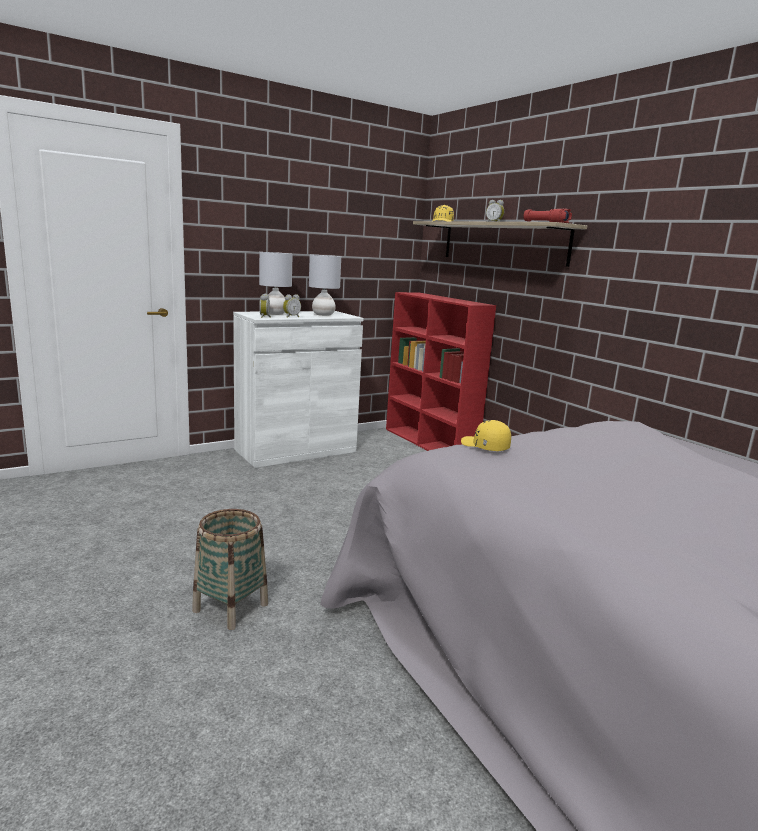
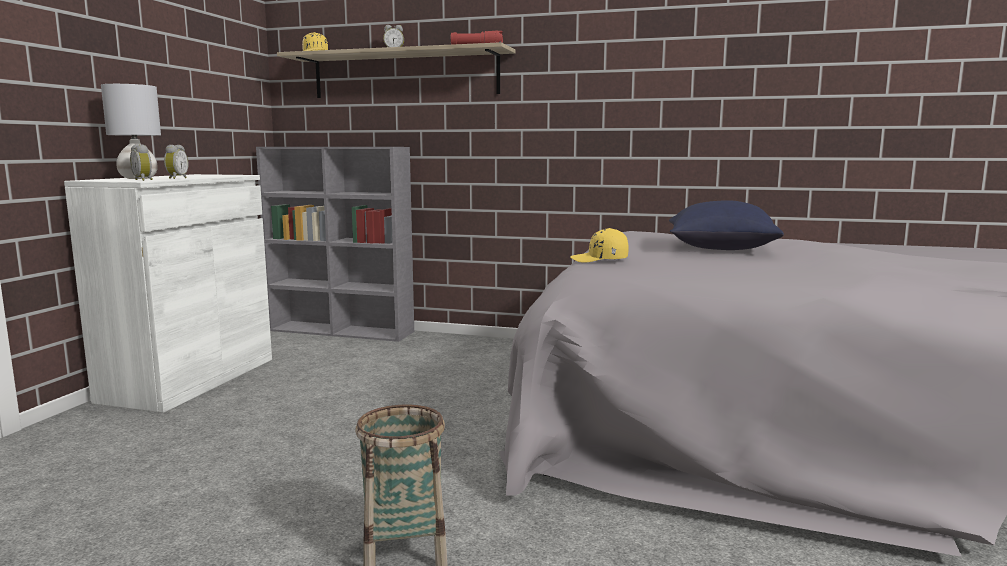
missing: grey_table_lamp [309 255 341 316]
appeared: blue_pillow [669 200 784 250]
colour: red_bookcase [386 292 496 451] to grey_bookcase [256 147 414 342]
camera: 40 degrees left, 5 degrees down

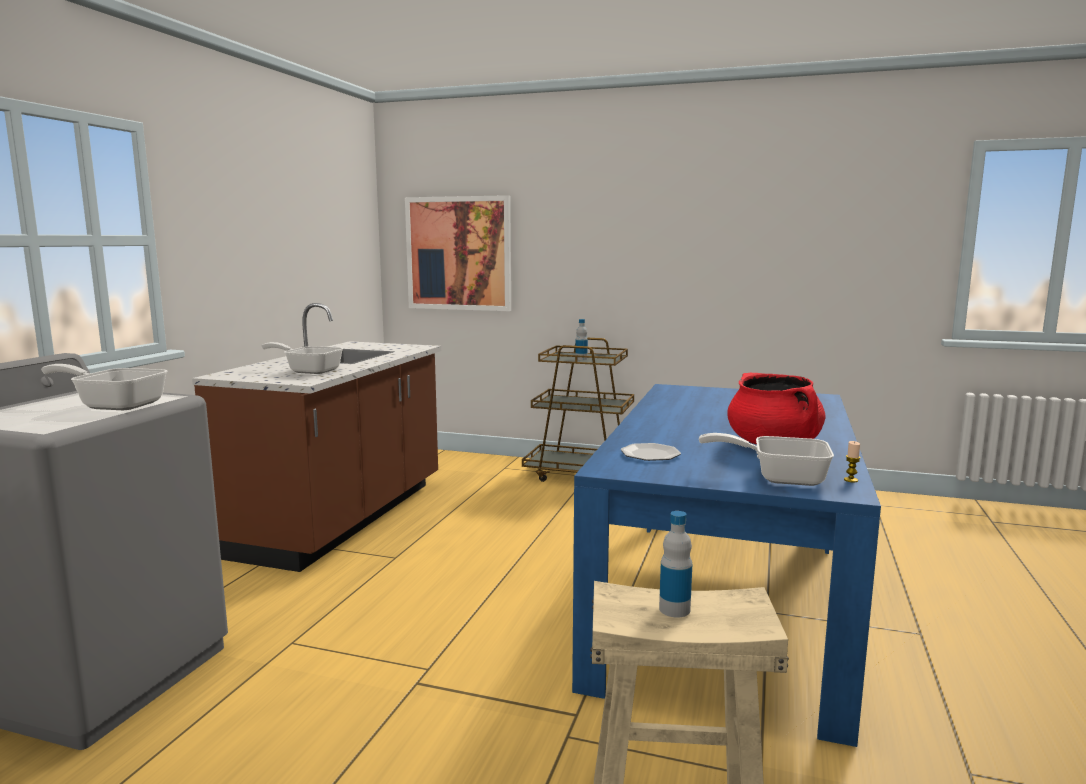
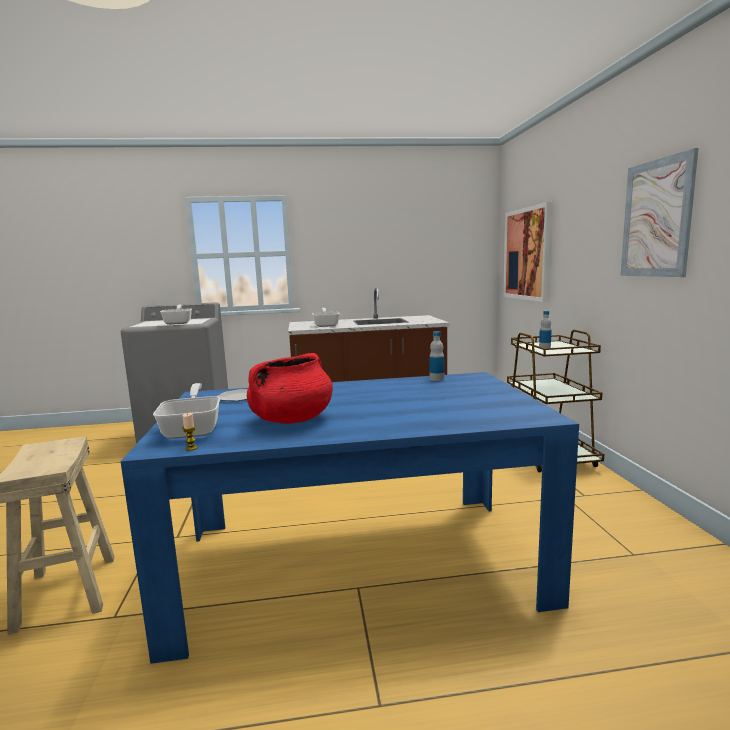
appeared: picture [620 148 699 277]
relocated: bottle [659 511 692 618] to [429 331 444 381]
camera: 65 degrees right, 0 degrees up

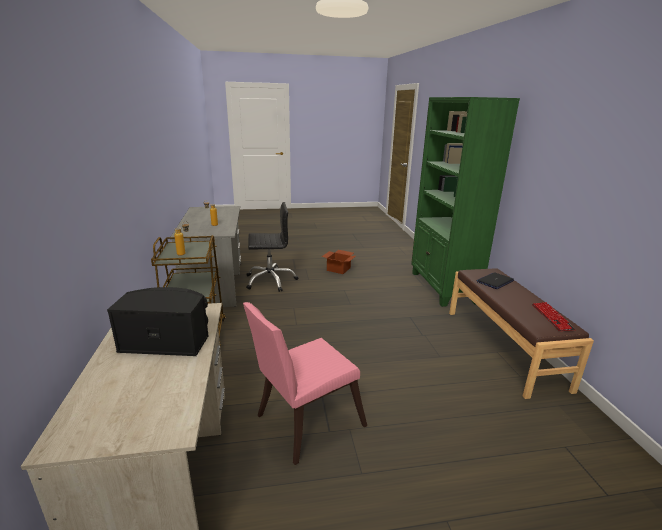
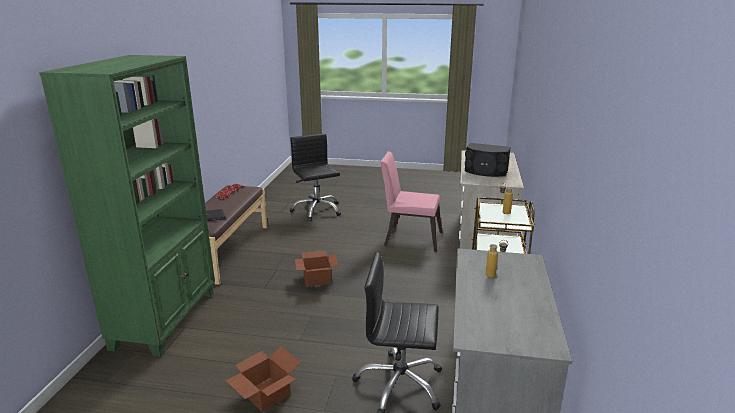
appeared: black_office_chair [290 133 341 221]; cardboard_box [295 250 339 287]
spun: pink_chair [243 302 367 465] = [380 151 442 252] 150 degrees counterclockwise
camera: 160 degrees left, 0 degrees up

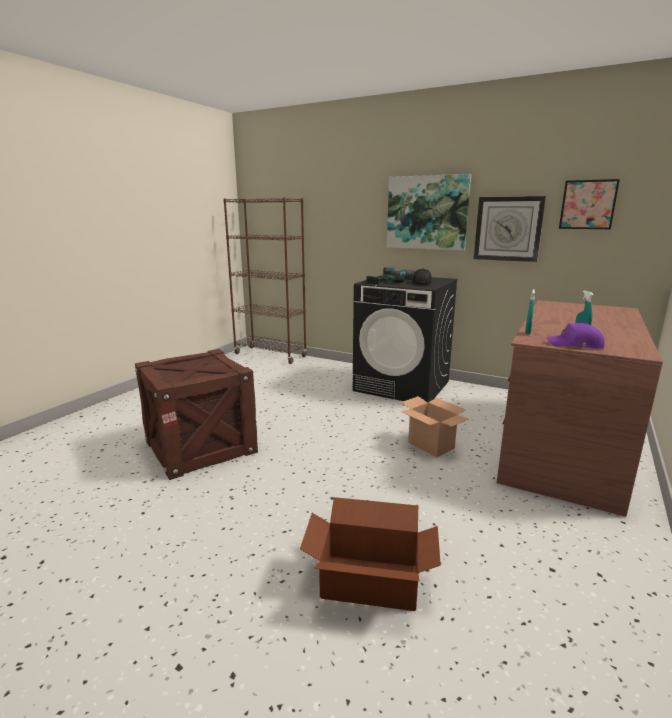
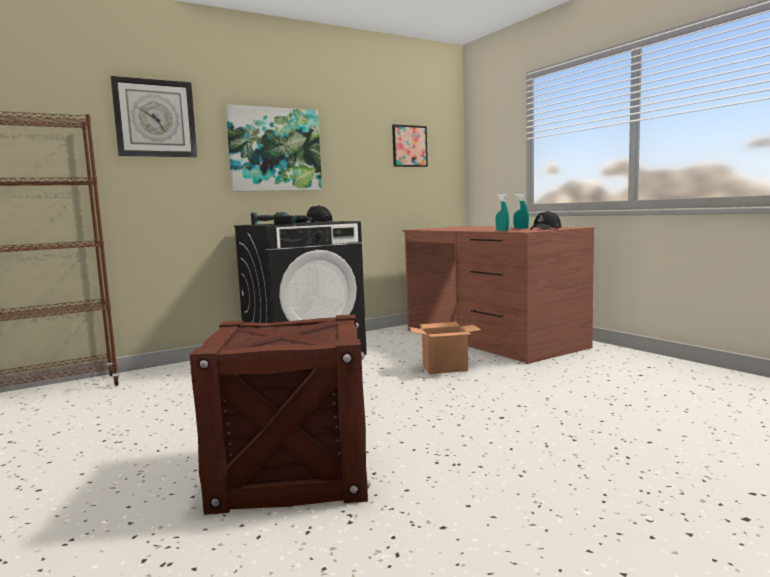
missing: cardboard_box [300 497 441 611]
relocated: wall_clock [474 196 546 262] to [111 76 197 157]
colour: purple_cap [546 323 604 349] to black_cap [530 211 561 230]
camera: 60 degrees left, 10 degrees down

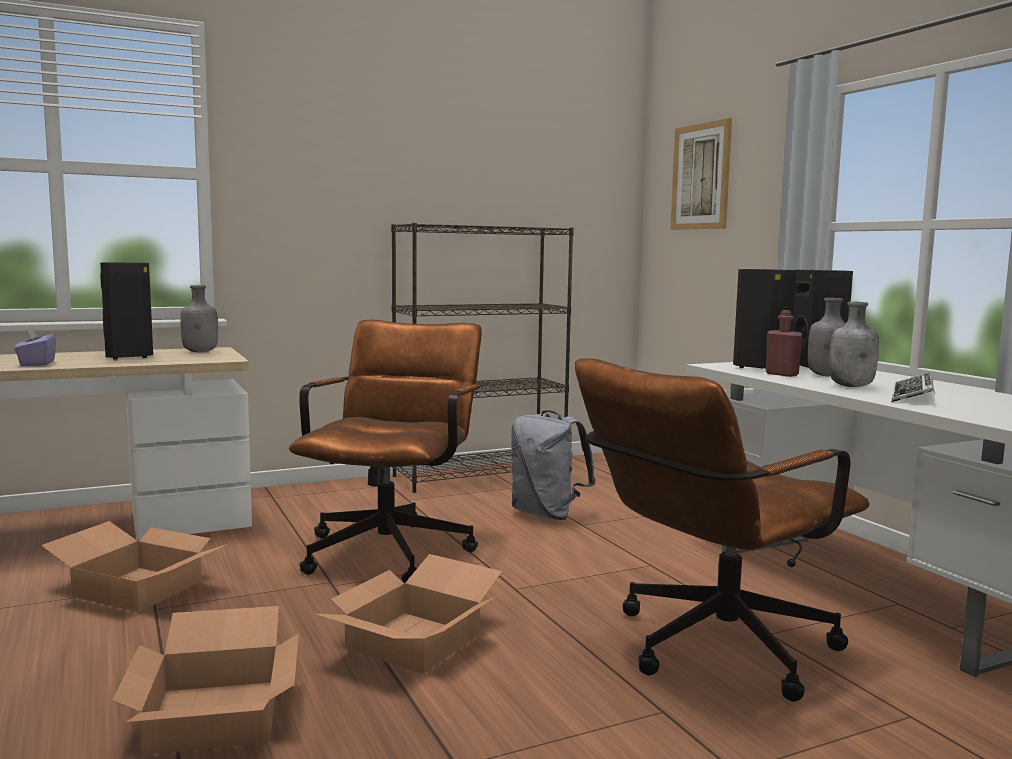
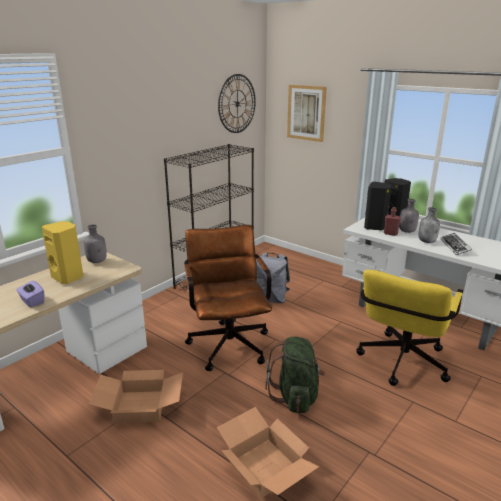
appeared: wall_clock [218 74 256 133]
exchanged: cardboard_box [315 554 502 674] to green_backpack [265 337 325 413]
colour: black_speaker [100 262 153 360] to yellow_speaker [42 221 83 284]; brown_office_chair [575 358 870 702] to yellow_office_chair [356 270 463 386]
camera: 25 degrees left, 15 degrees up

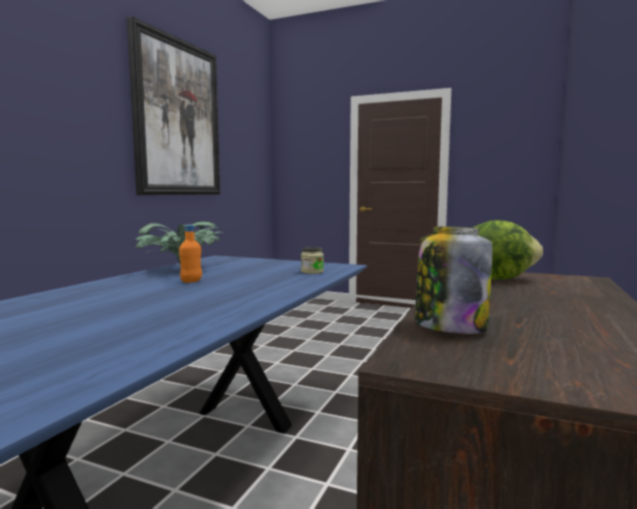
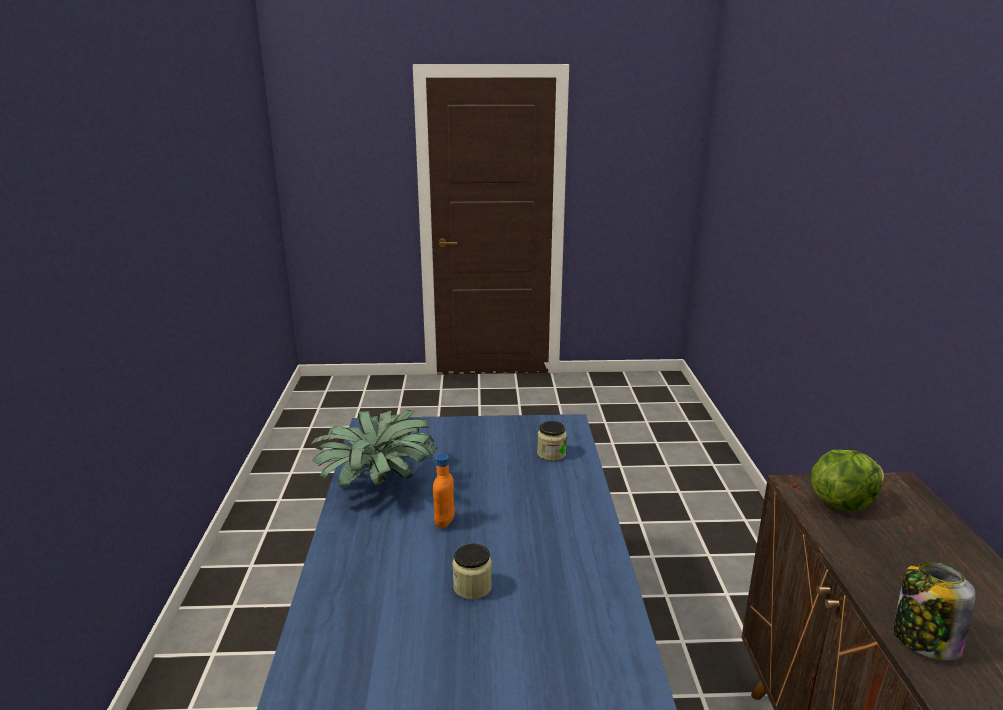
missing: picture [127 17 220 195]
appeared: jar [452 543 492 600]
camera: 25 degrees left, 15 degrees up

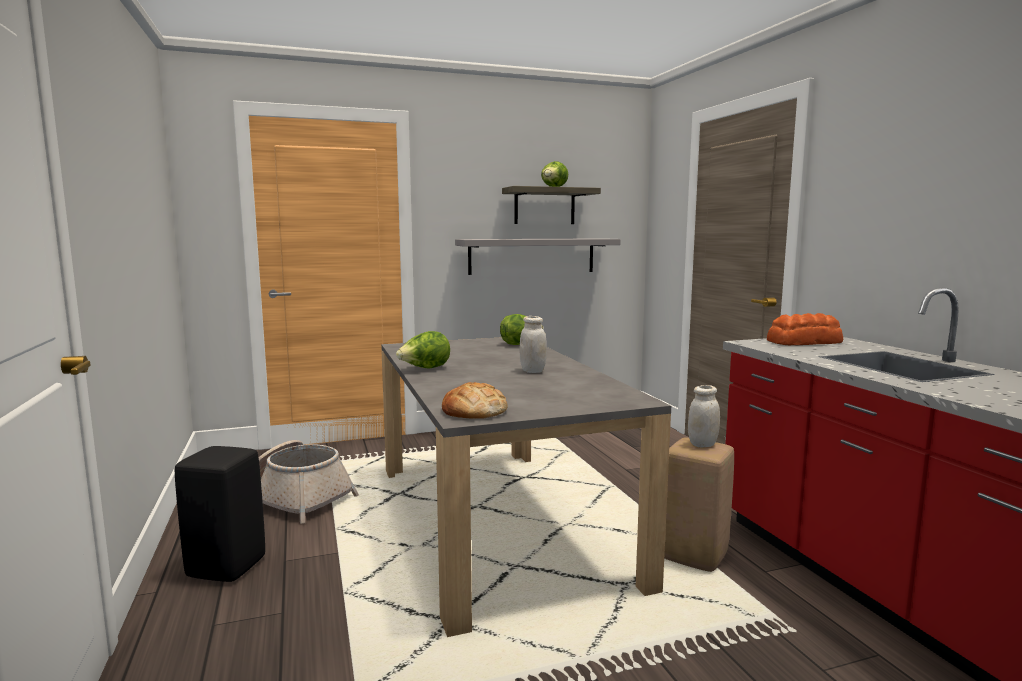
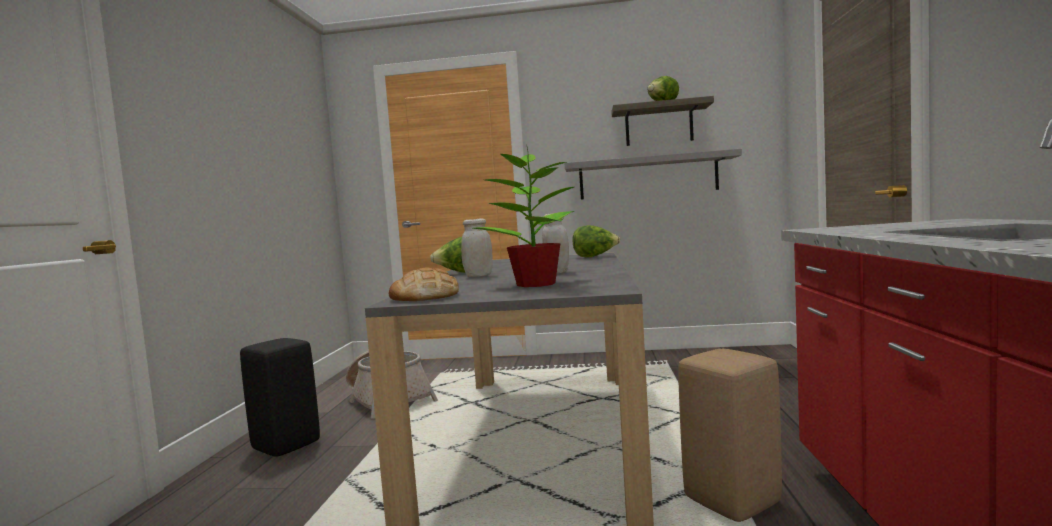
missing: bread [767 313 843 345]
appeared: potted_plant [473 148 574 287]
relocated: white_jar [688 385 720 448] to [461 218 493 277]
camera: 25 degrees right, 5 degrees down

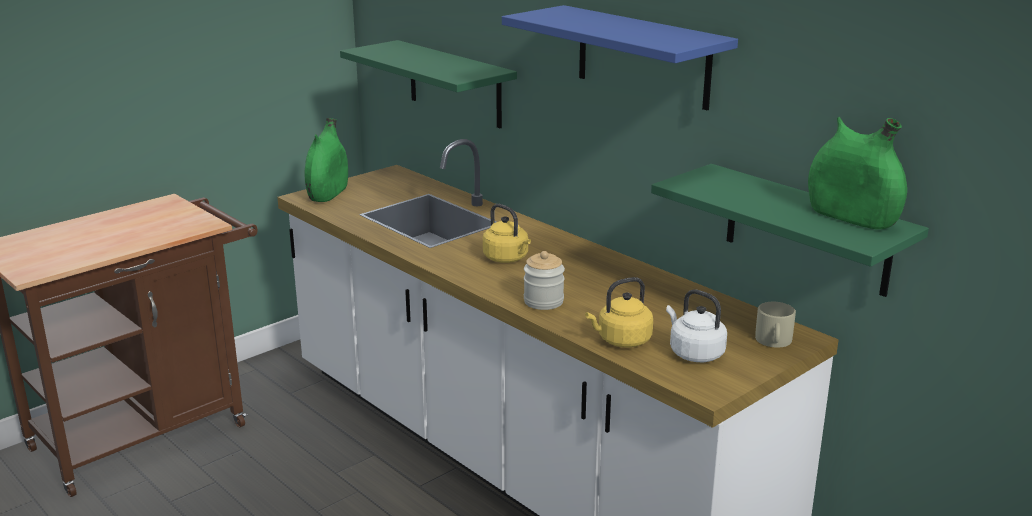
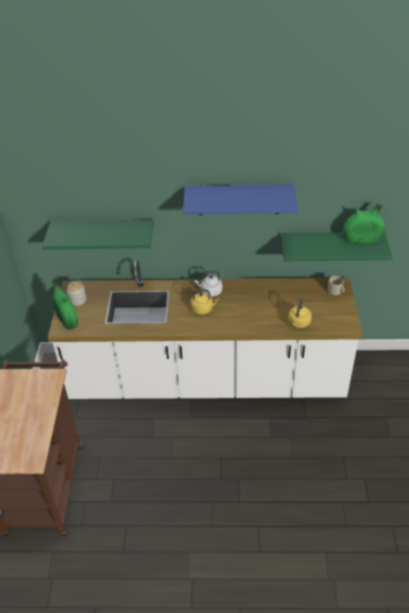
relocated: jar [524 251 565 310] to [67 281 87 306]; white_kettle [666 289 727 362] to [194 271 222 297]
camera: 45 degrees left, 20 degrees up

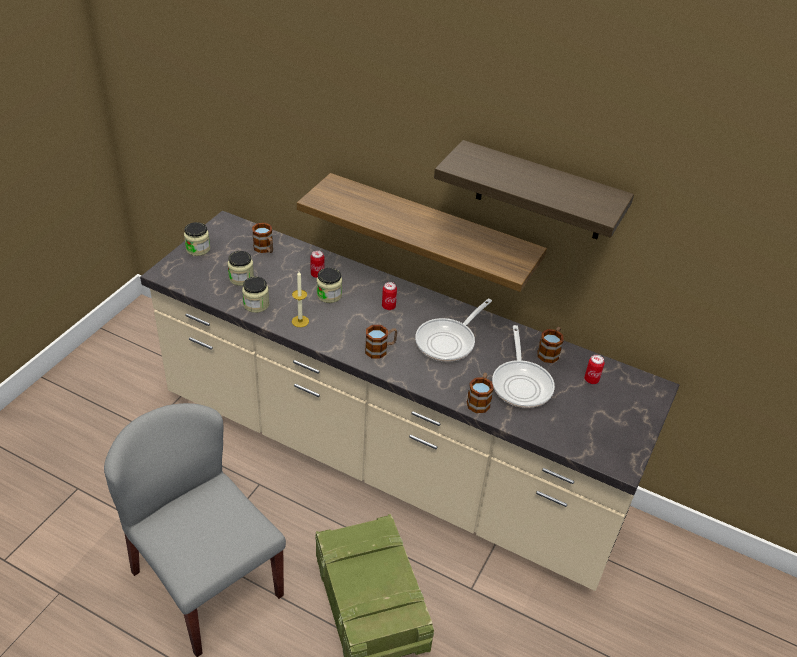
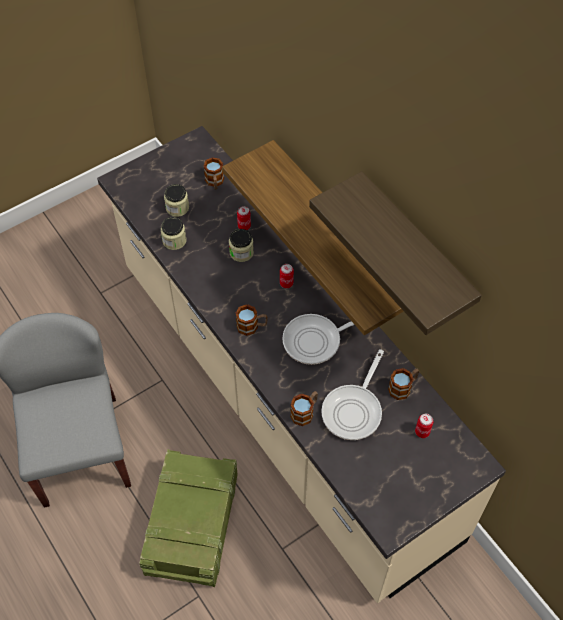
missing: jar [184 222 210 256]; candle [292 272 309 327]
camera: 30 degrees right, 15 degrees up

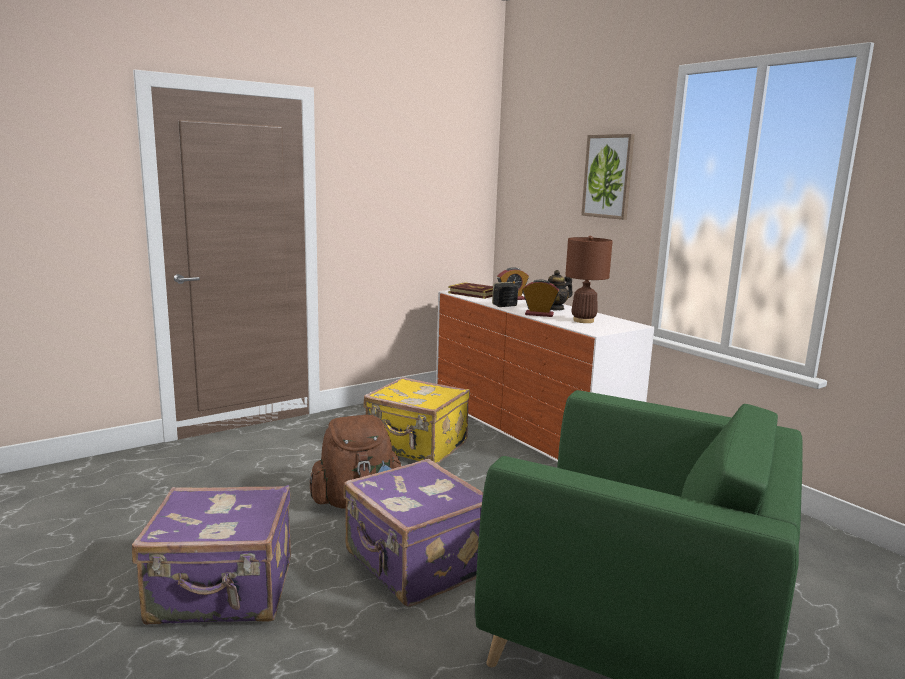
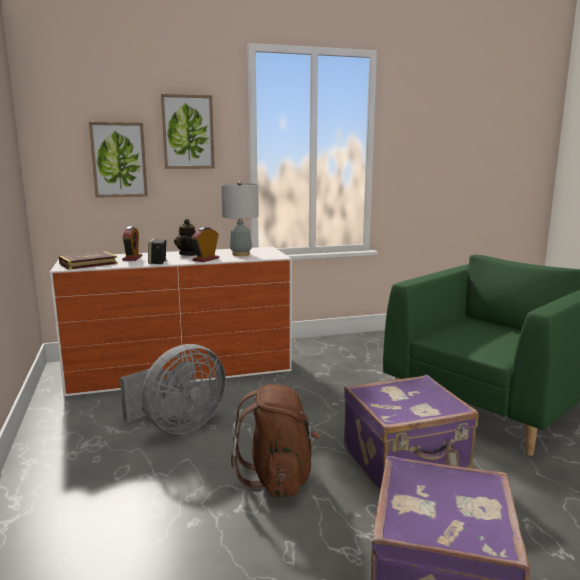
appeared: picture [89 122 148 198]
exchanged: yellow_suitcase [363 377 470 464] to grey_fan [120 344 226 434]
colour: brown_table_lamp [565 236 613 323] to grey_table_lamp [221 181 259 256]
camera: 70 degrees left, 0 degrees up

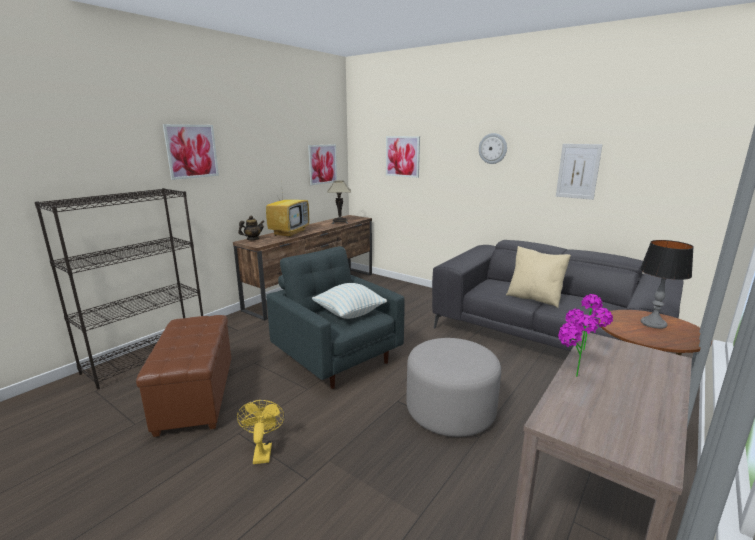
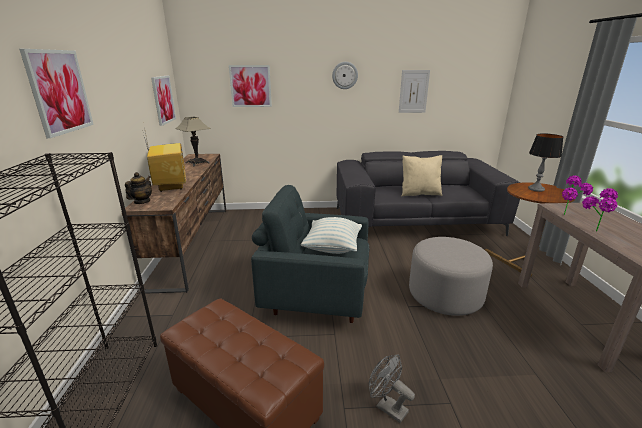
colour: yellow_fan [237 400 285 464] to grey_fan [369 354 415 423]
camera: 40 degrees left, 5 degrees up

